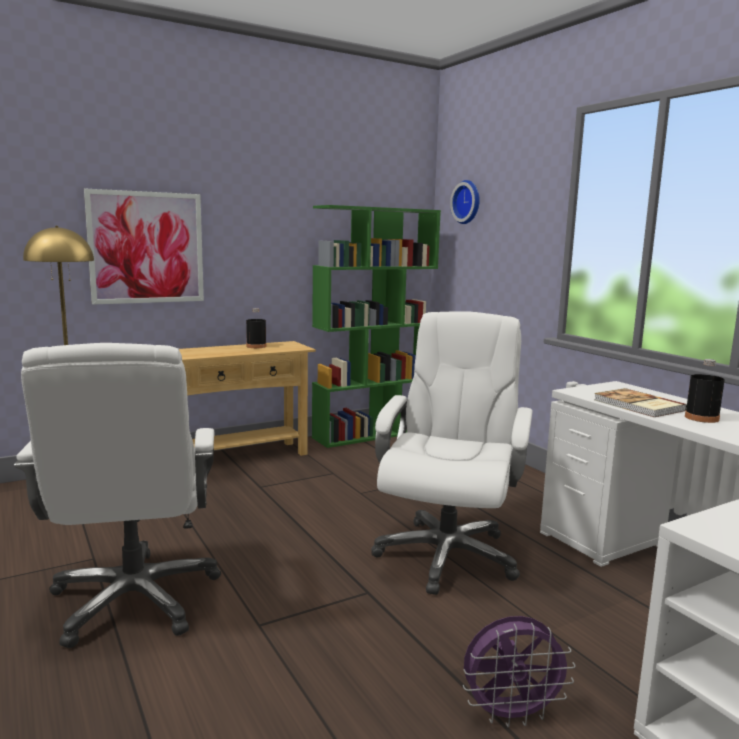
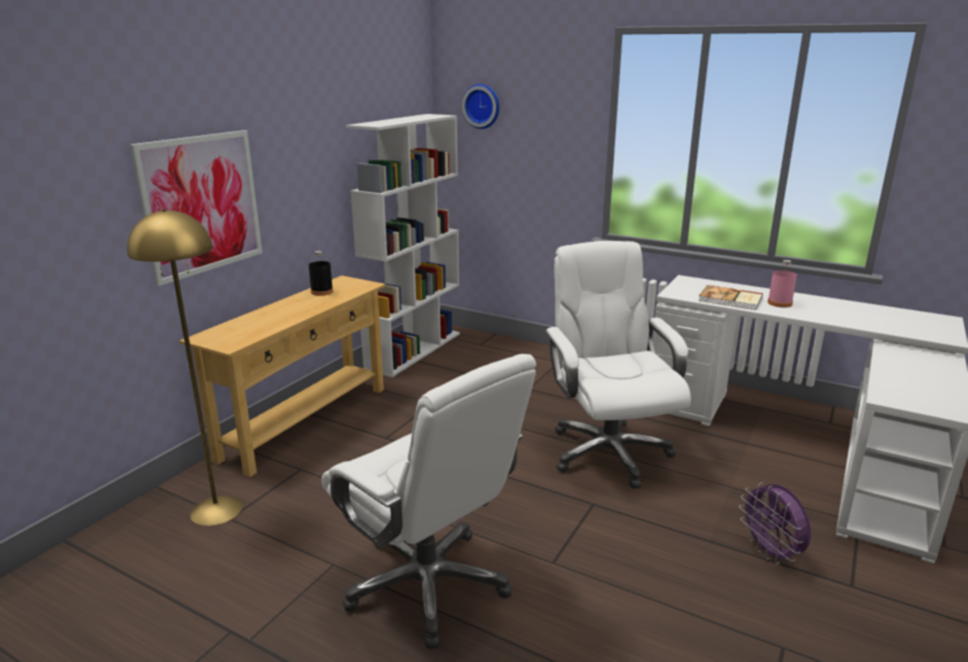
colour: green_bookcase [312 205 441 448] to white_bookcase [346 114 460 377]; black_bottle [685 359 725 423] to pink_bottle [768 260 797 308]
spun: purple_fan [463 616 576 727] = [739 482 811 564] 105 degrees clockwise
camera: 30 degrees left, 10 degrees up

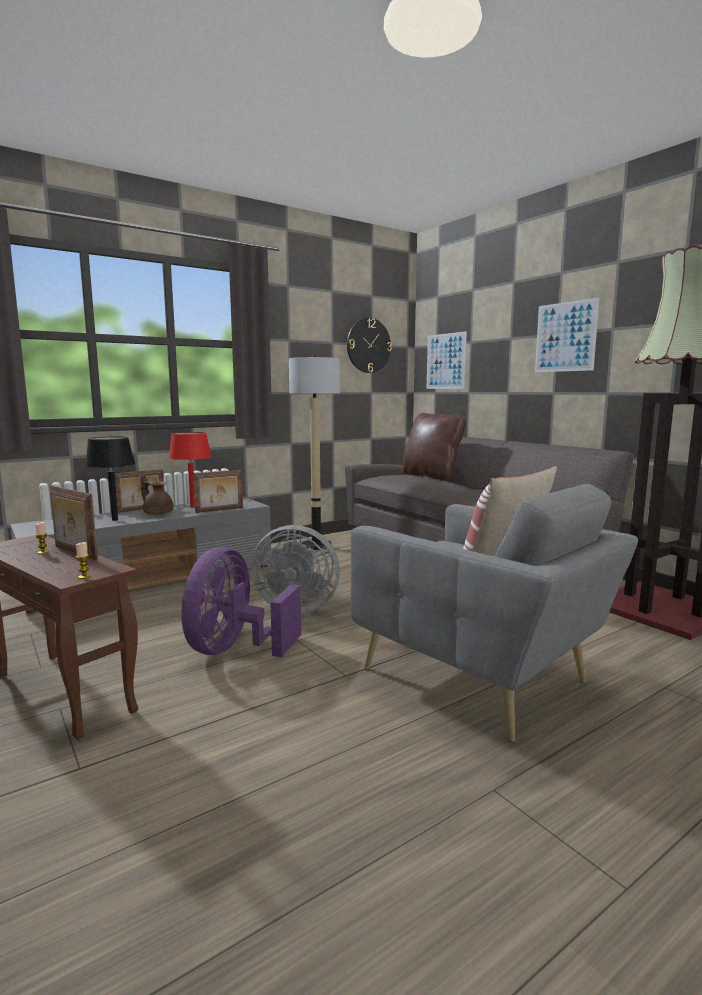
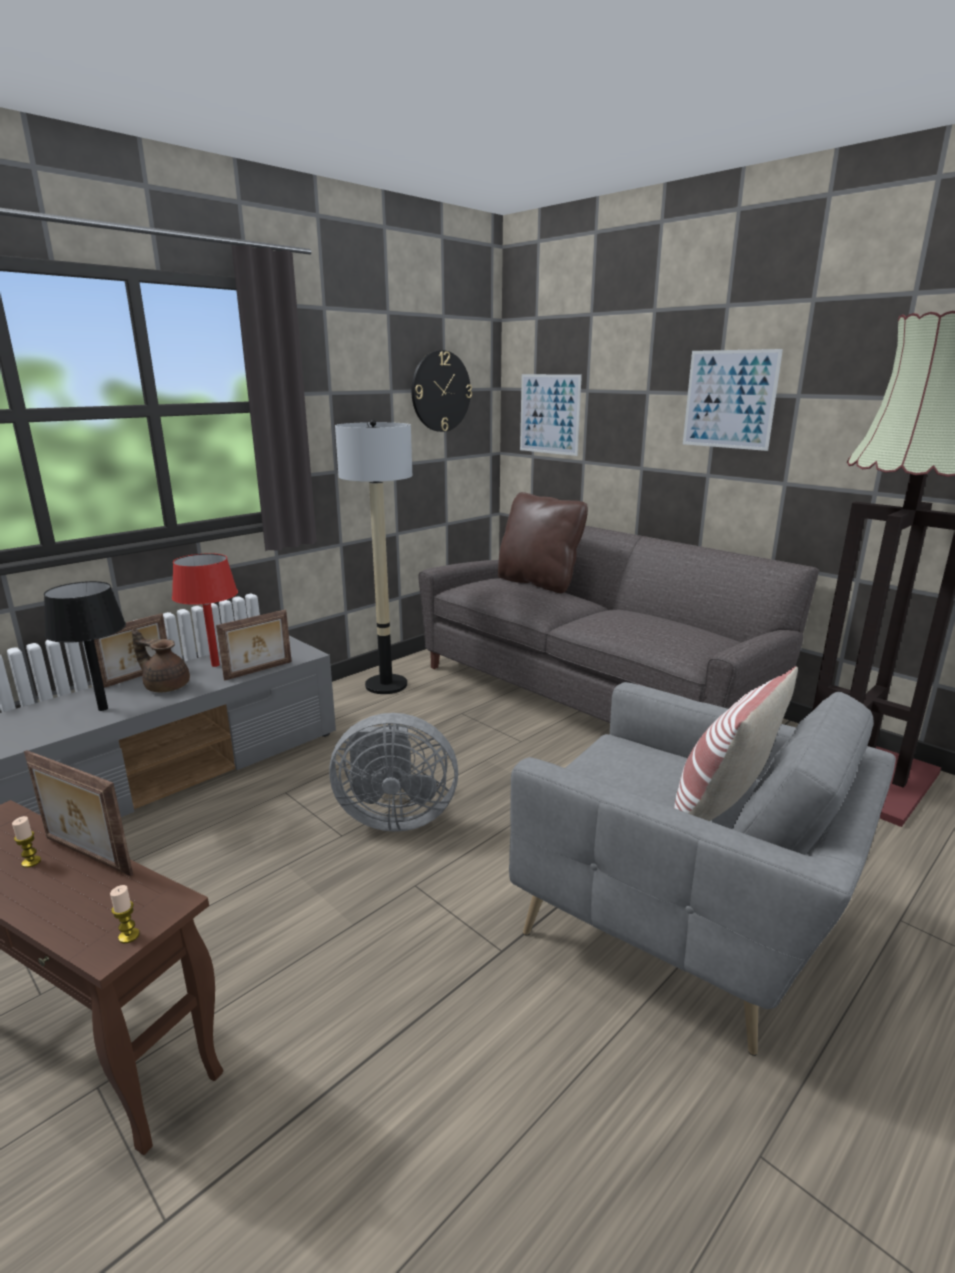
missing: purple_fan [181 547 301 657]
camera: 10 degrees left, 10 degrees up

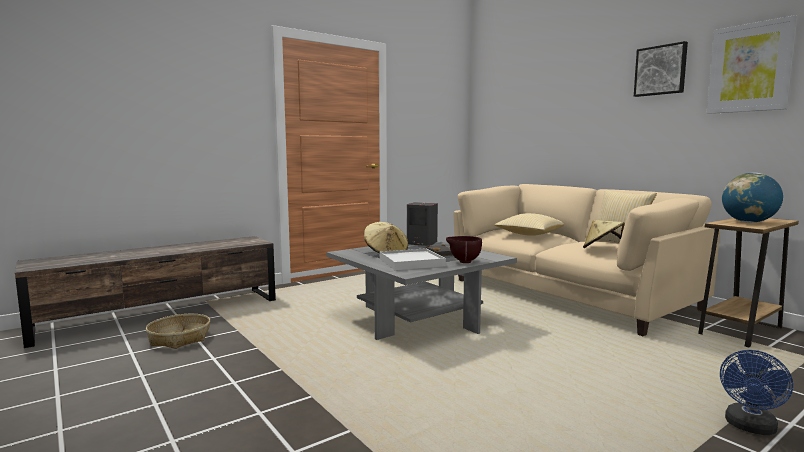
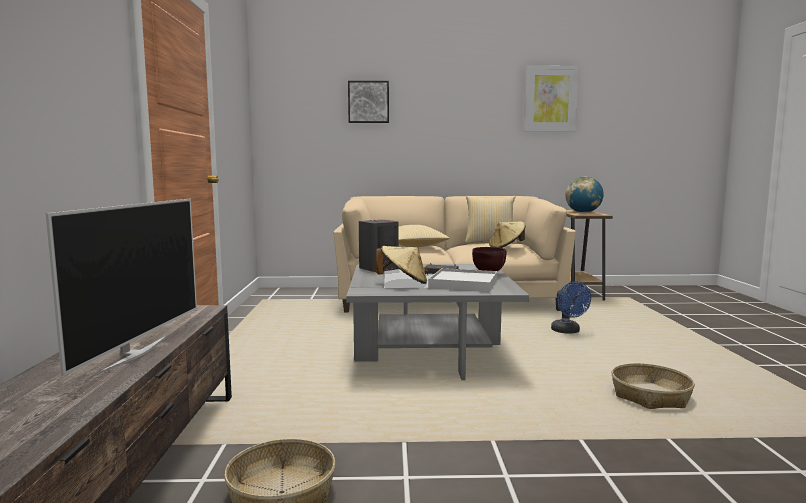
appeared: television [46 199 197 376]; basket [612 363 695 409]
relocated: picture [634 41 688 97] to [348 81 389 123]; blue_fan [720 350 793 435] to [551 282 591 334]
camera: 55 degrees left, 0 degrees up

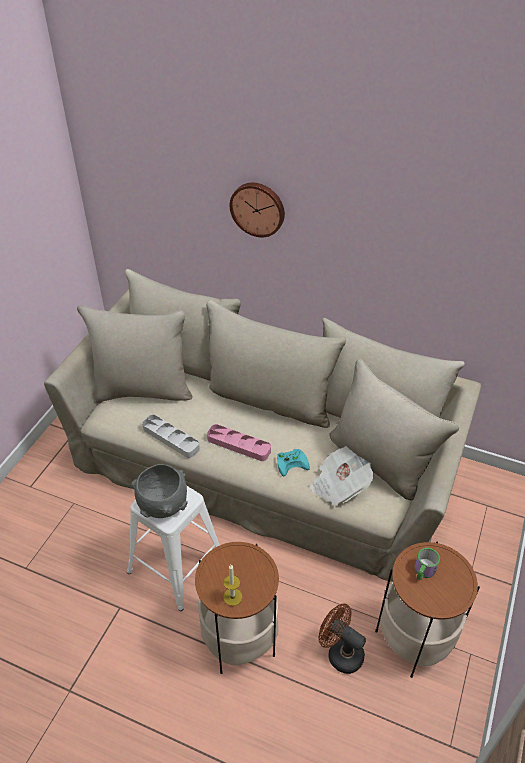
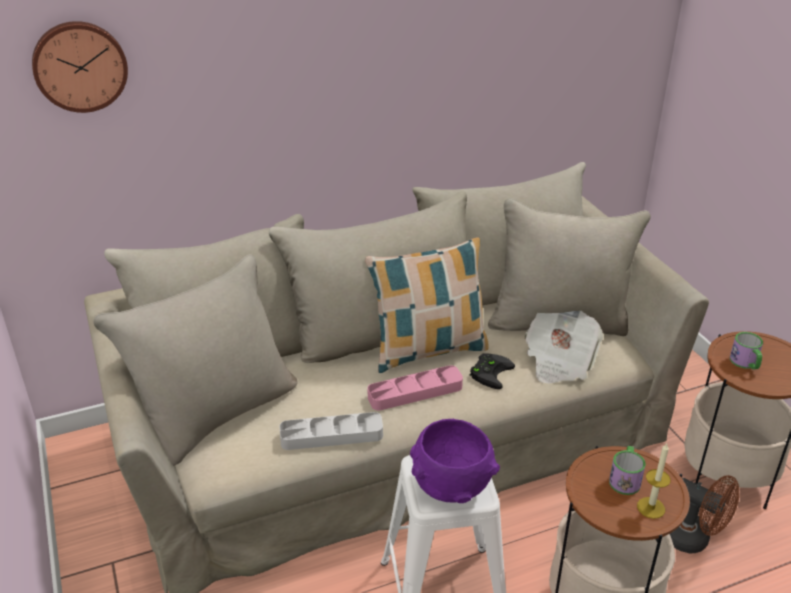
appeared: pillow [365 237 489 373]; mug [609 446 646 495]
relocated: wall_clock [230 183 285 237] to [32 21 128 113]
colour: turquoise_game_controller [277 449 310 476] to black_game_controller [470 353 515 389]; grey_bowl [131 464 188 518] to purple_bowl [410 418 500 503]
spun: brown_fan [319 604 366 674] = [670 475 740 553] 135 degrees counterclockwise
camera: 45 degrees left, 10 degrees down

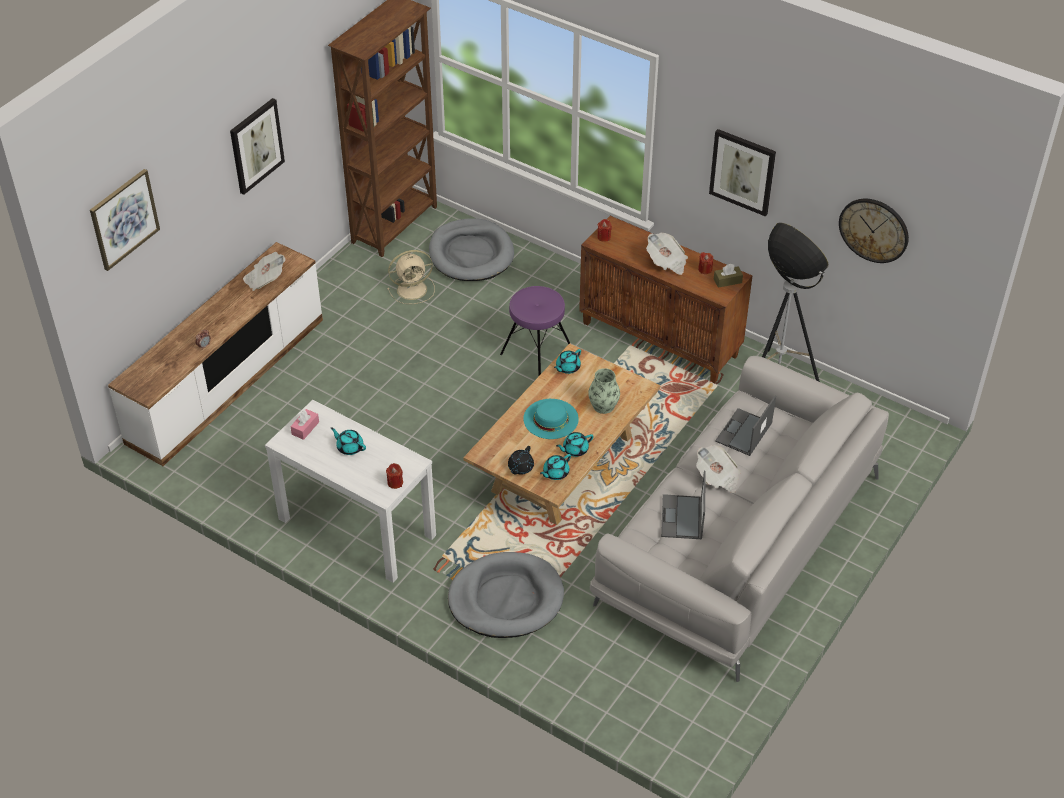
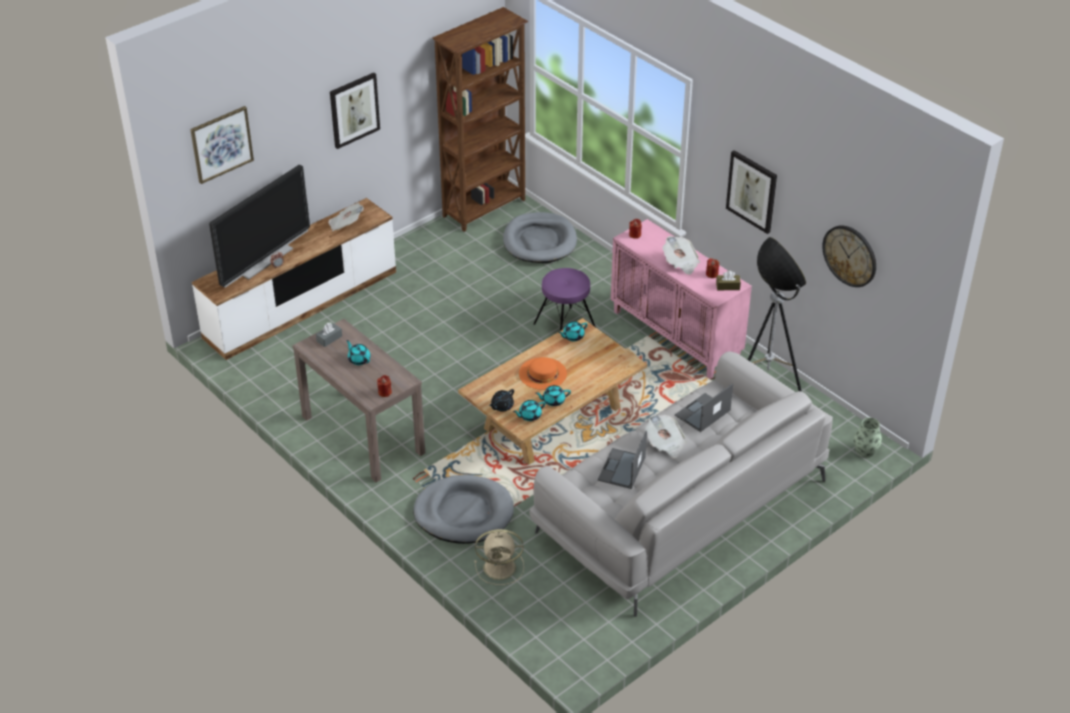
appeared: television [209 165 310 288]
relocated: beige_fan [387 250 435 304] to [474 529 524 585]; vase [588 368 620 414] to [853 418 882 458]
colour: brown_cabinet [579 216 752 383] to pink_cabinet [611 219 752 379]; turquoise_hat [523 399 579 439] to orange_hat [519 357 567 390]; white_console_table [265 400 436 583] to brown_console_table [292 319 425 482]; pink_tissue_box [290 409 319 440] to grey_tissue_box [316 322 342 347]
camera: 15 degrees right, 5 degrees down

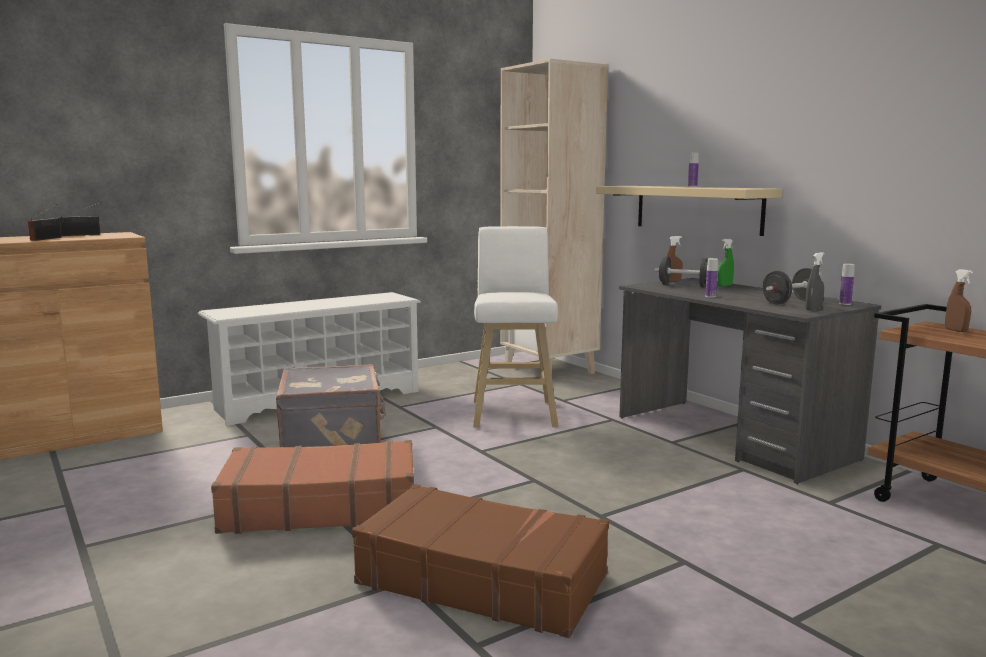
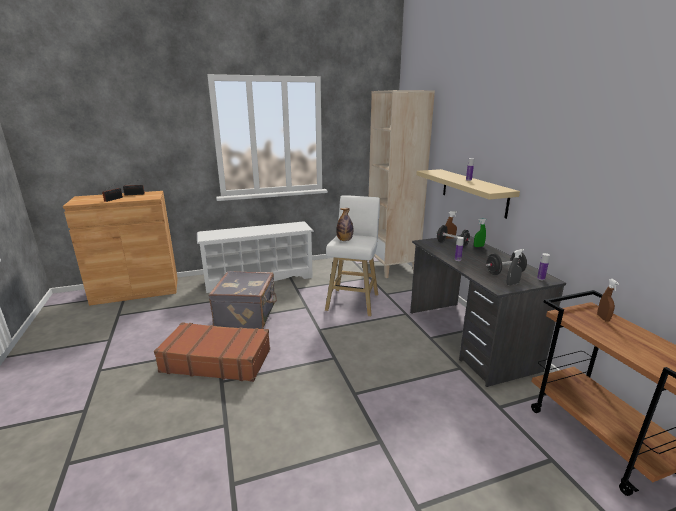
missing: brown_suitcase [352 484 609 638]
appeared: bottle [336 208 353 241]
camera: 15 degrees right, 10 degrees up

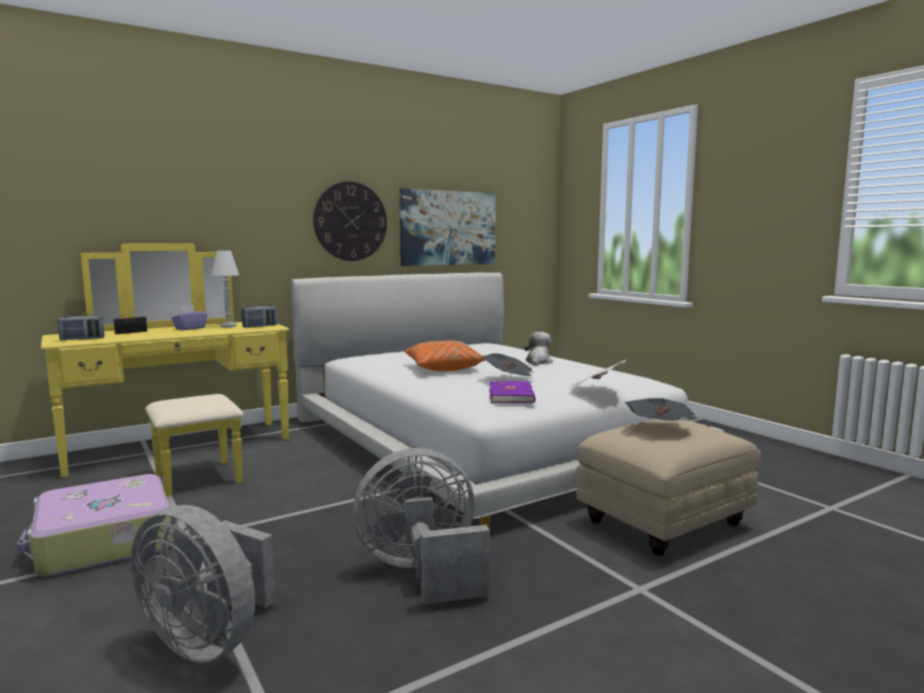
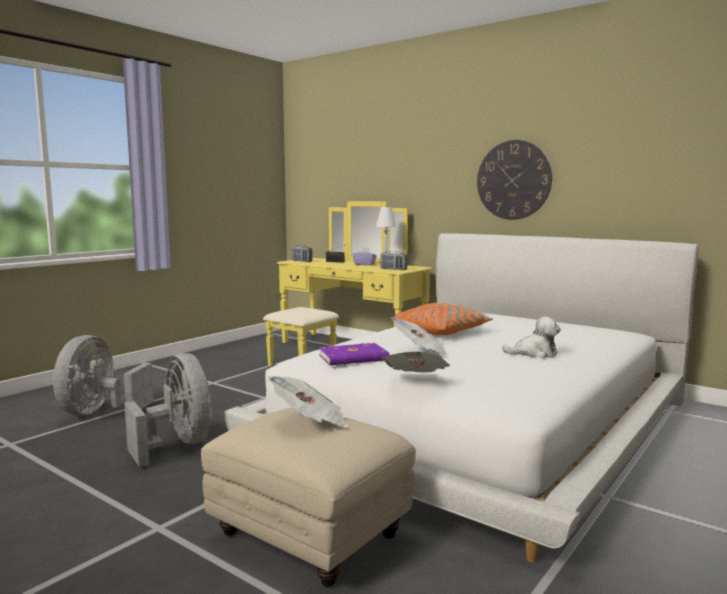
missing: picture [400 188 496 266]; suitcase [17 474 173 577]
camera: 70 degrees right, 0 degrees up

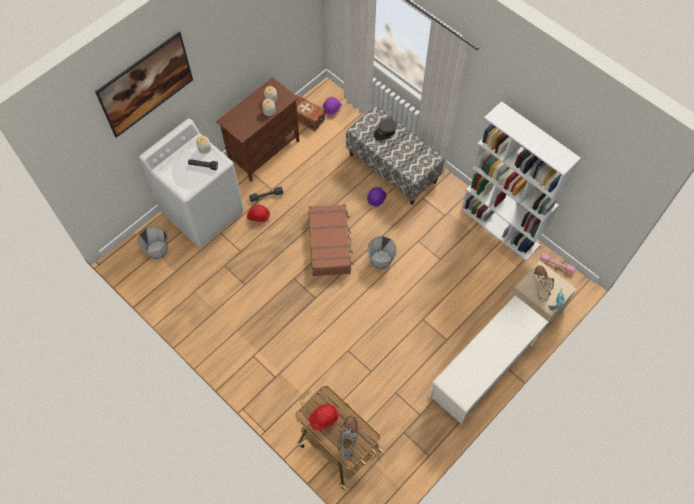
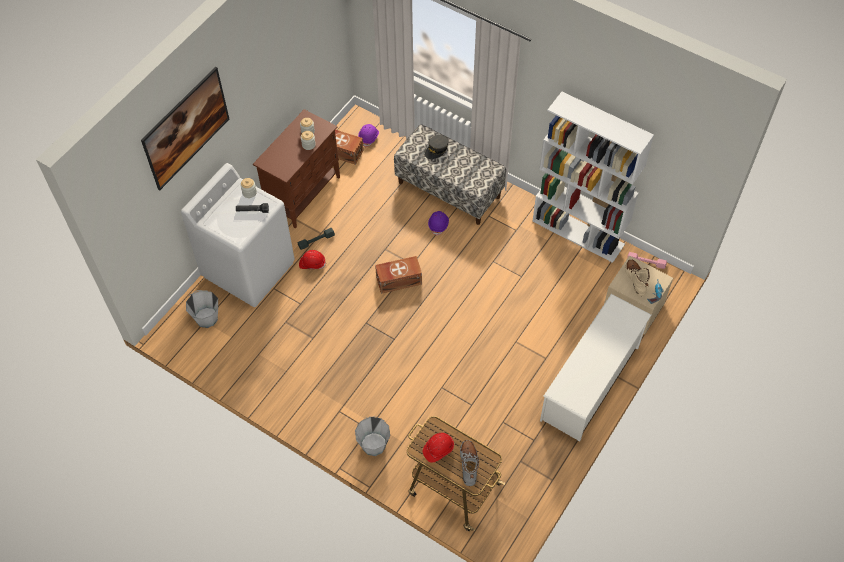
relocated: grey_bucket [367 236 396 270] to [355 416 390 456]
exchanged: brown_suitcase [308 204 354 276] to brown_storage_box [375 256 422 294]
camera: 10 degrees left, 5 degrees down

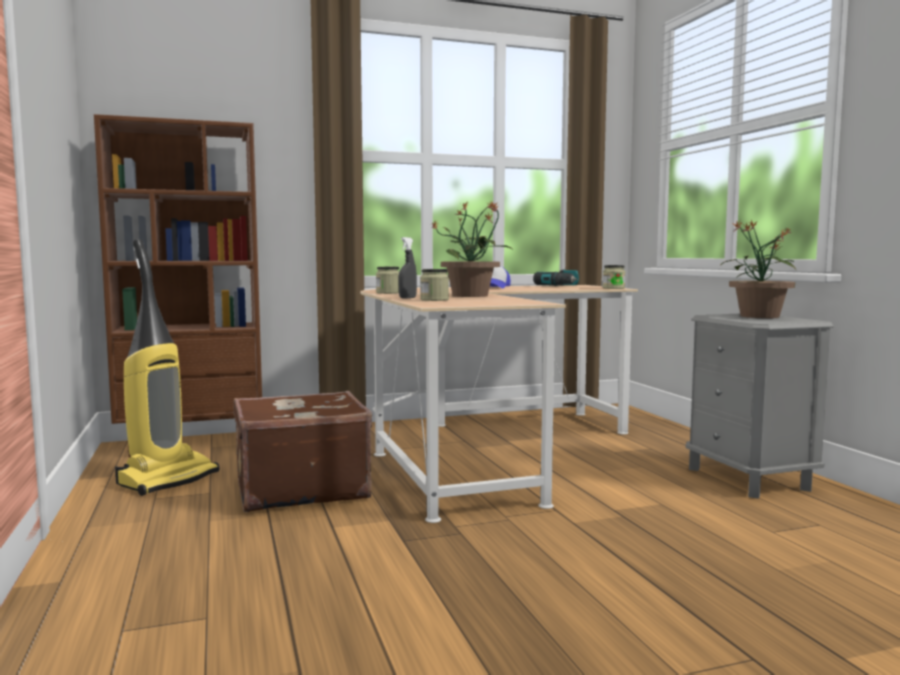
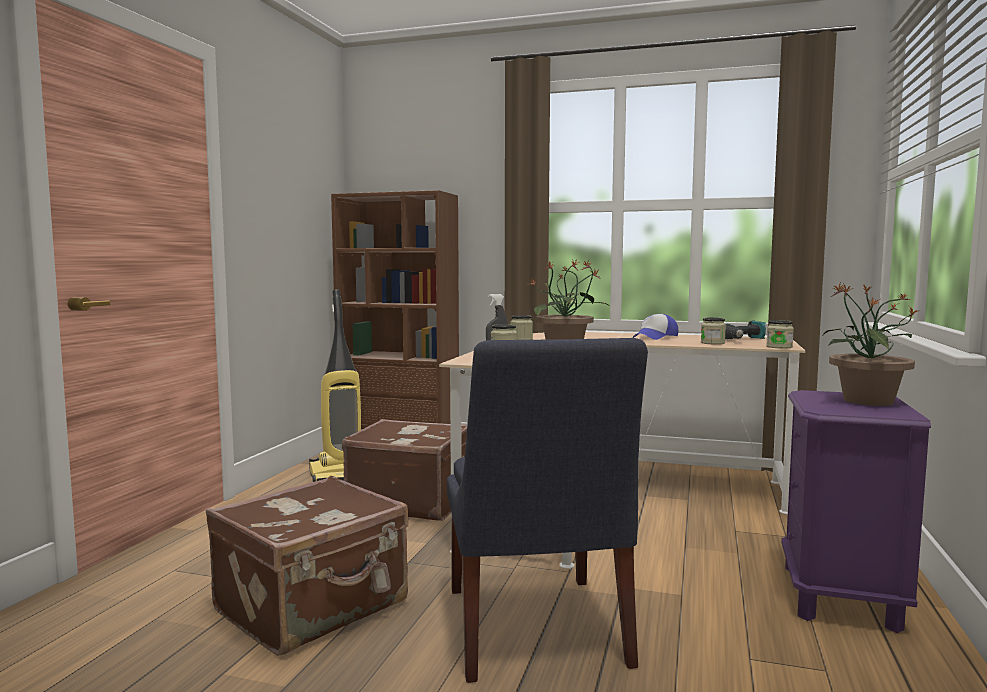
appeared: jar [701 318 726 345]; blue_chair [447 338 648 683]; brown_suitcase [206 476 408 656]
colour: grey_nightstand [686 314 834 499] to purple_nightstand [781 390 931 633]
camera: 35 degrees right, 0 degrees up

